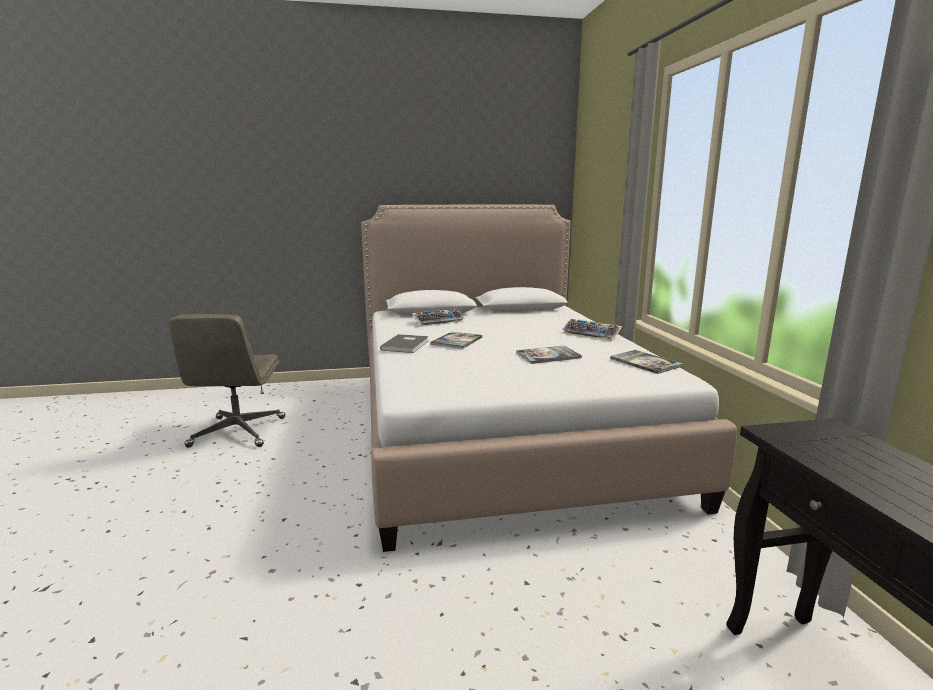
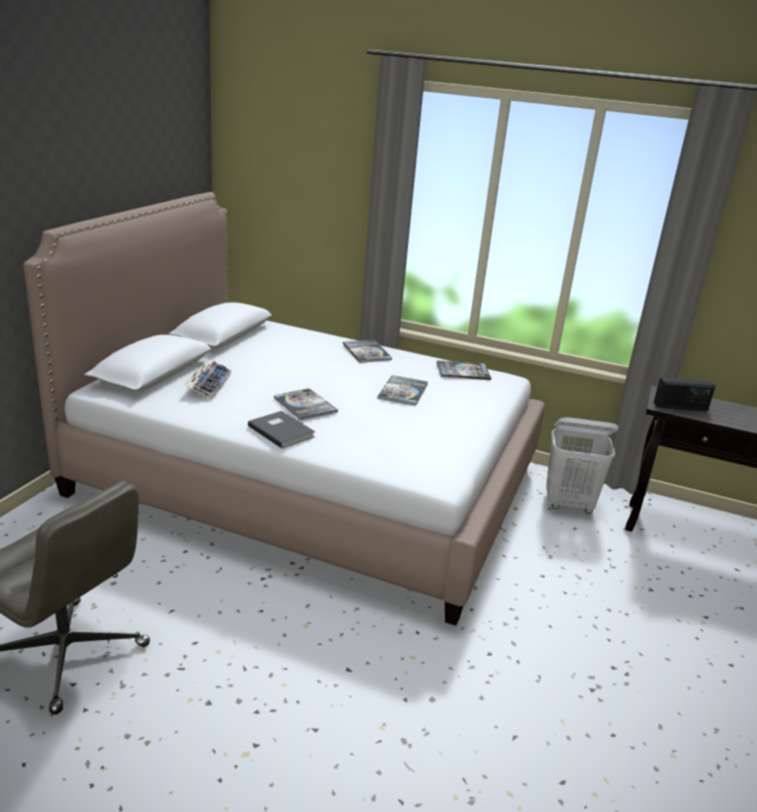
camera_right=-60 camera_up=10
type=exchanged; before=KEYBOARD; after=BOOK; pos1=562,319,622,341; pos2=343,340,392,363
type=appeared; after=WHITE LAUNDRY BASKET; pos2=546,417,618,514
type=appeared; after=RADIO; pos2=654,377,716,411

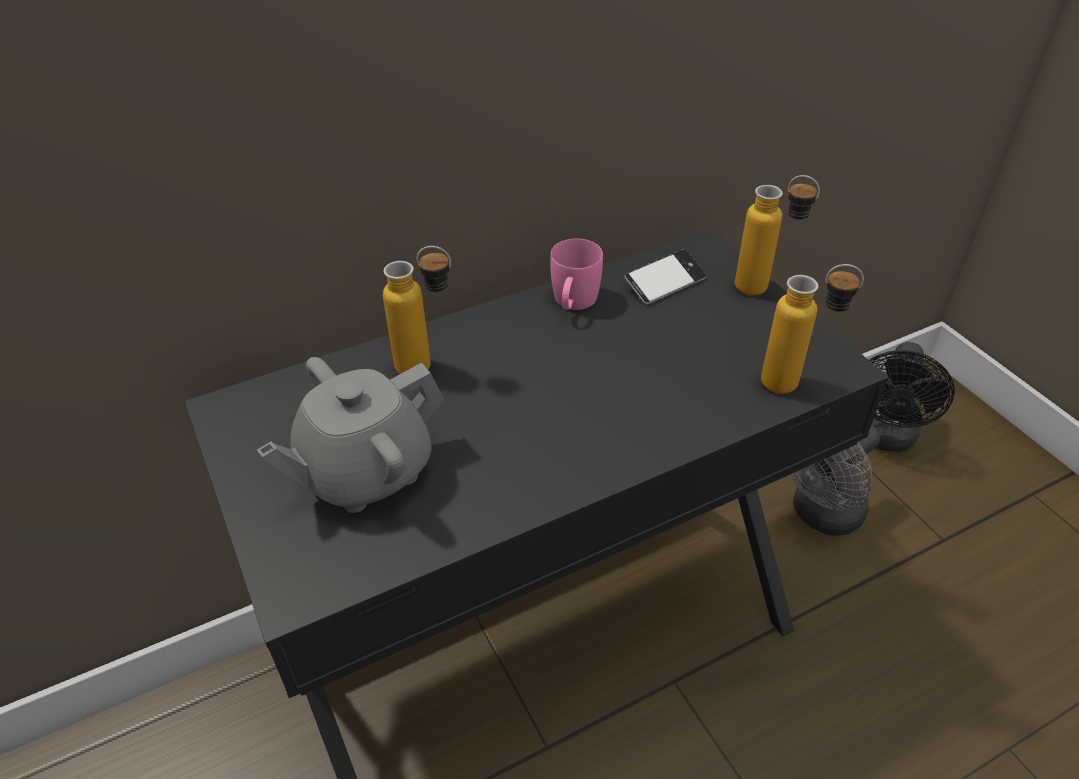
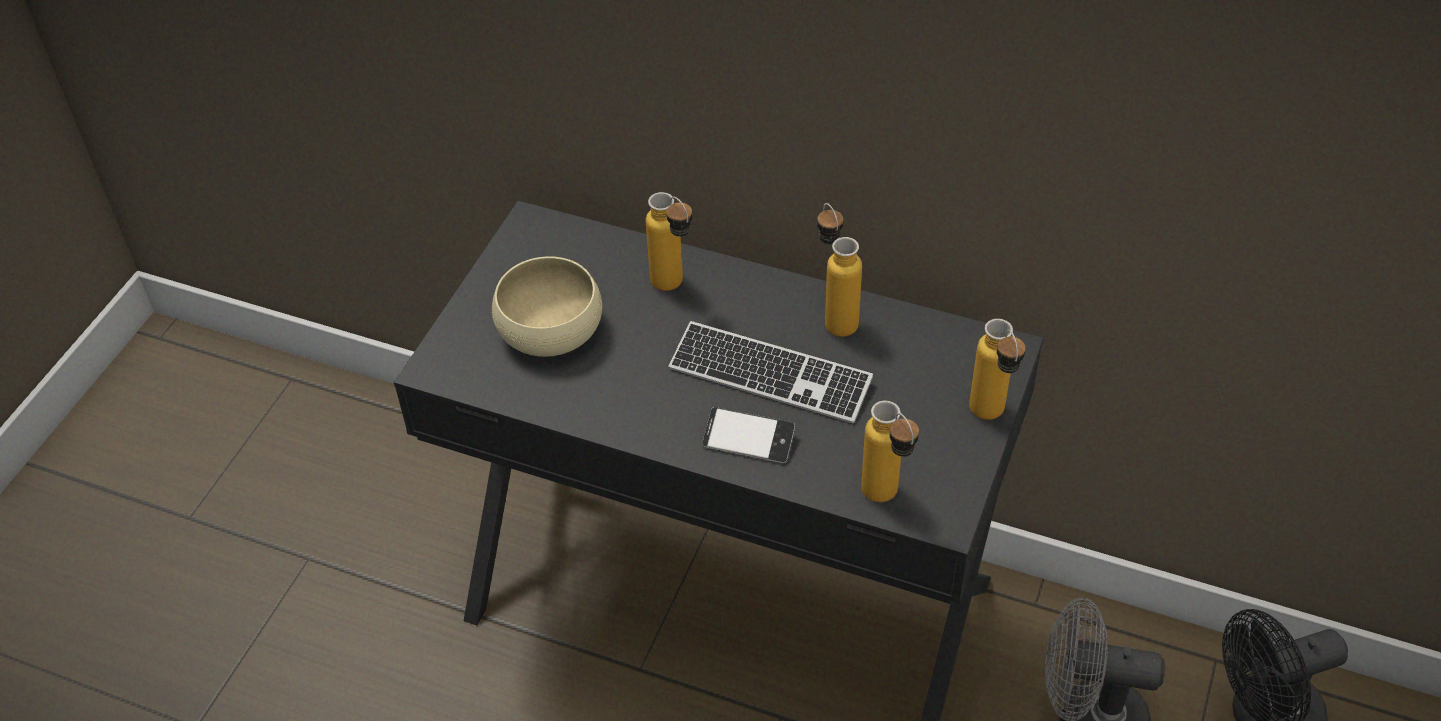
camera_right=50 camera_up=5
type=exchanged; before=GREY TEAPOT; after=BEIGE BOWL; pos1=257,357,444,513; pos2=492,256,602,357
type=exchanged; before=PINK MUG; after=BOTTLE; pos1=550,239,603,310; pos2=817,203,862,337
type=relocated; before=PHONE; pos1=624,249,706,305; pos2=702,407,795,464
type=appeared; after=KEYBOARD; pos2=669,321,873,423

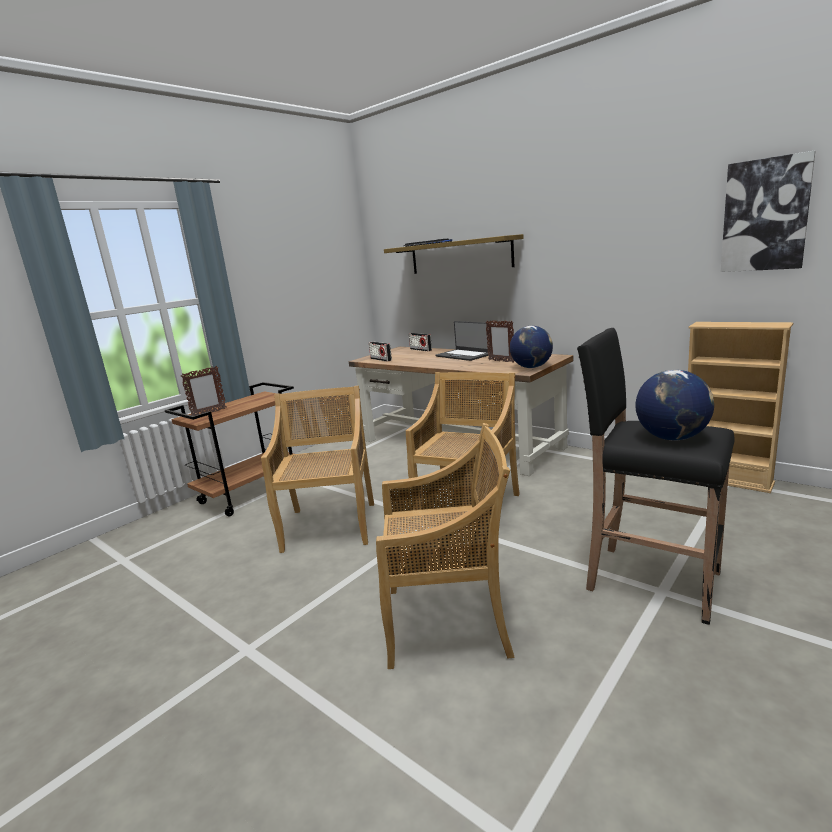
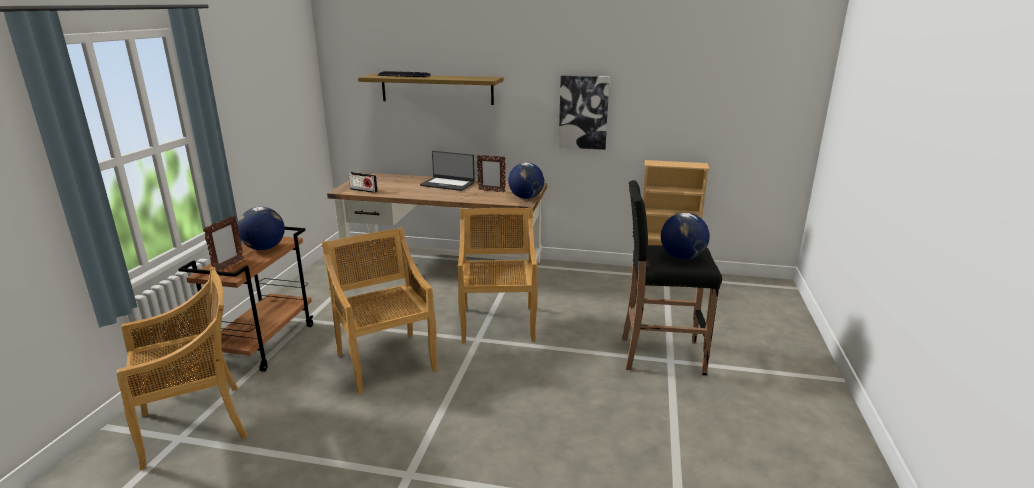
camera_right=-30 camera_up=5
type=relocated; before=BEIGE CHAIR; pos1=376,423,515,669; pos2=117,267,248,471
type=missing; before=RADIO; pos1=409,333,432,351
type=relocated; before=PICTURE; pos1=721,150,815,272; pos2=559,75,610,150
type=appeared; after=GLOBE; pos2=238,207,285,250

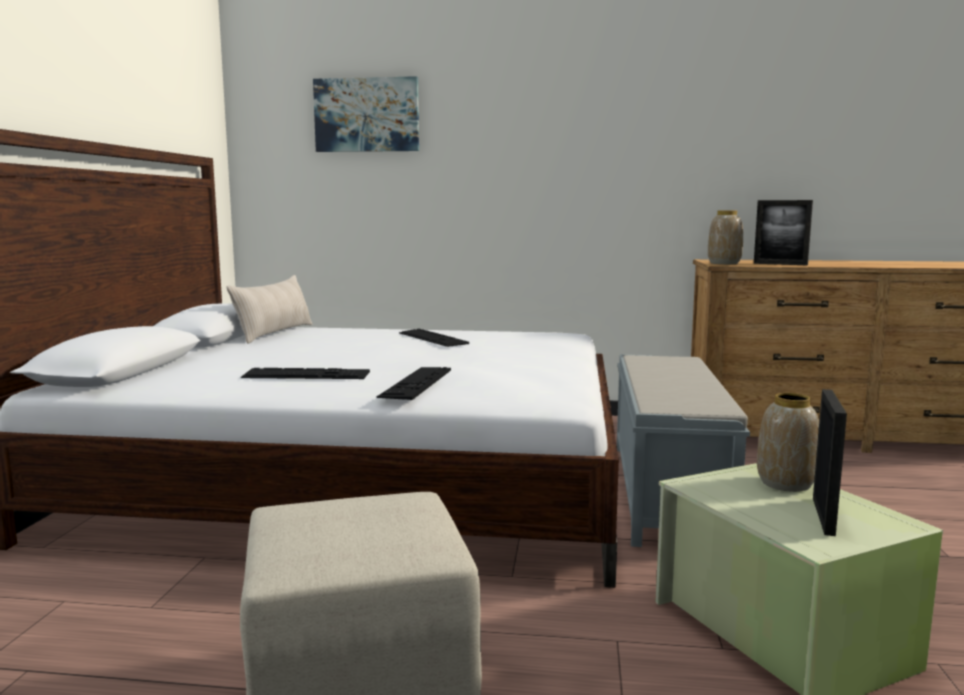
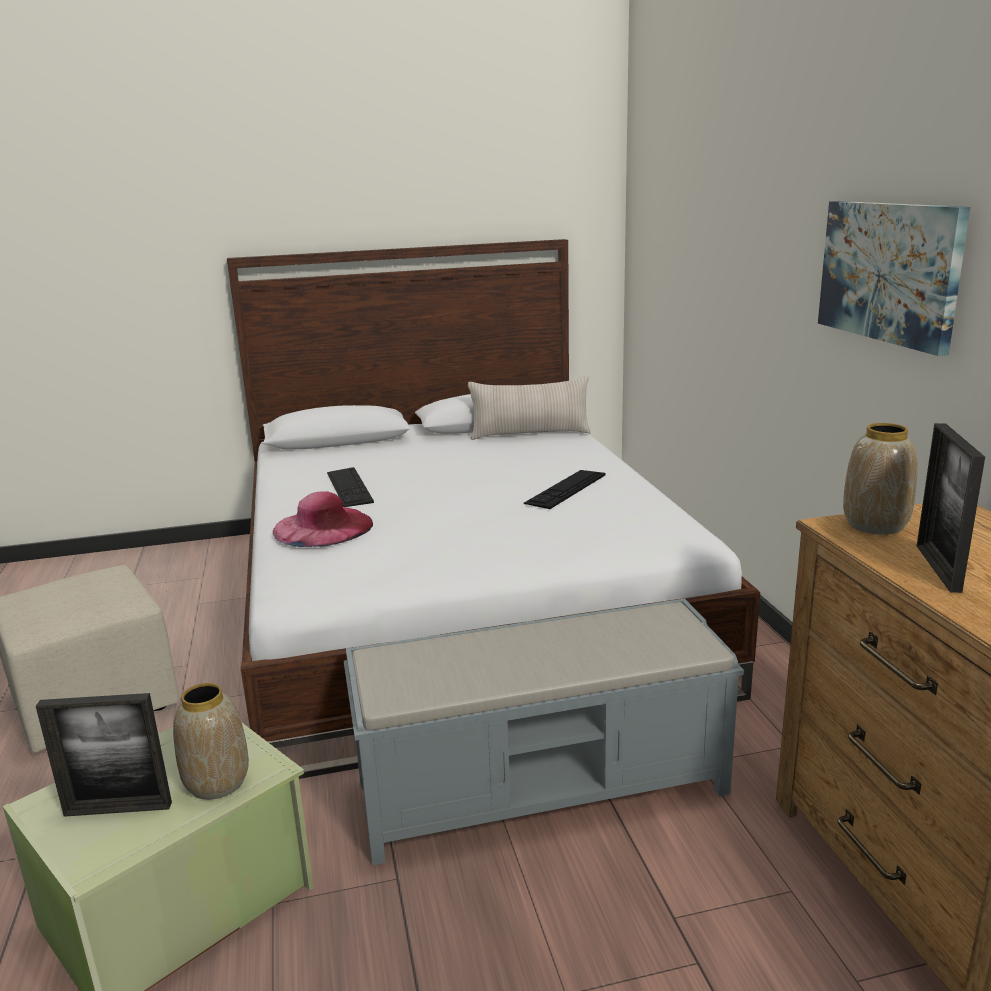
camera_right=70 camera_up=10
type=relocated; before=PICTURE; pos1=313,76,419,152; pos2=818,201,970,356
type=exchanged; before=KEYBOARD; after=PINK HAT; pos1=377,367,451,400; pos2=273,491,373,547

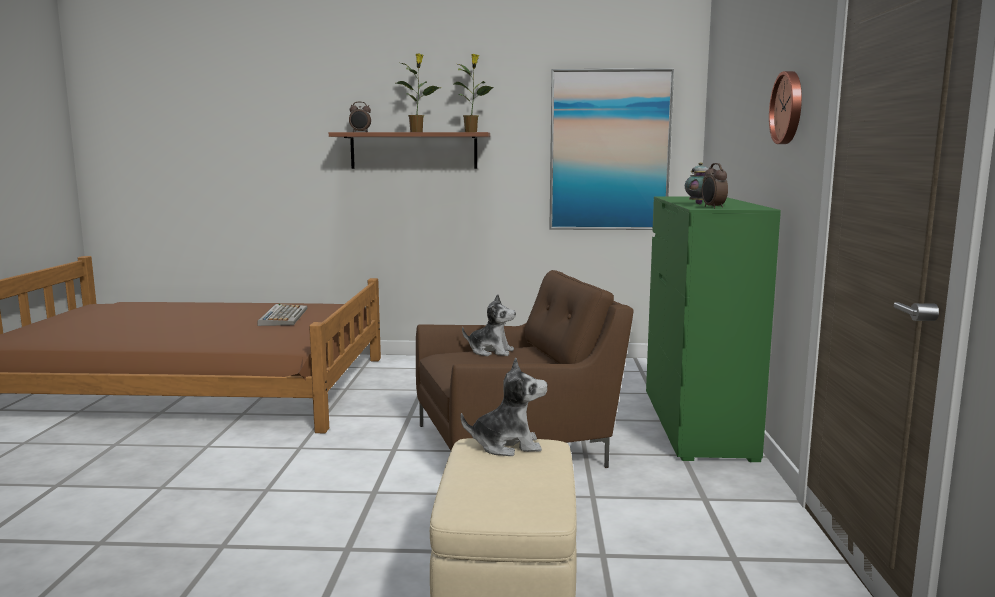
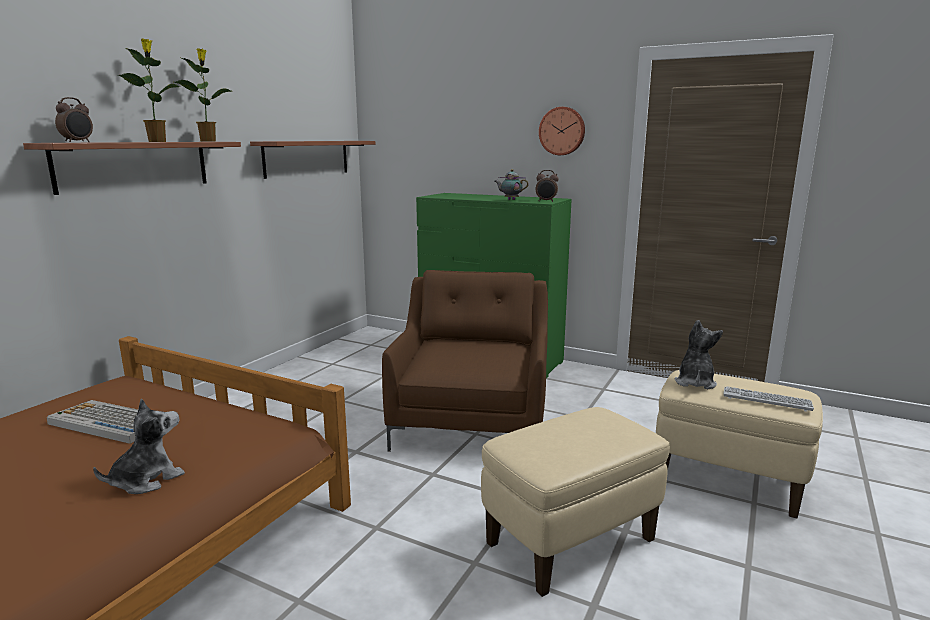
camera_right=-65 camera_up=5
type=relocated; before=PLUSH TOY; pos1=462,294,516,356; pos2=93,398,185,494
type=exchanged; before=PICTURE; after=SHELF; pos1=549,68,674,230; pos2=250,141,376,179
type=appeared; after=BEIGE OTTOMAN; pos2=481,407,670,597
type=appeared; after=KEYBOARD; pos2=723,386,814,412

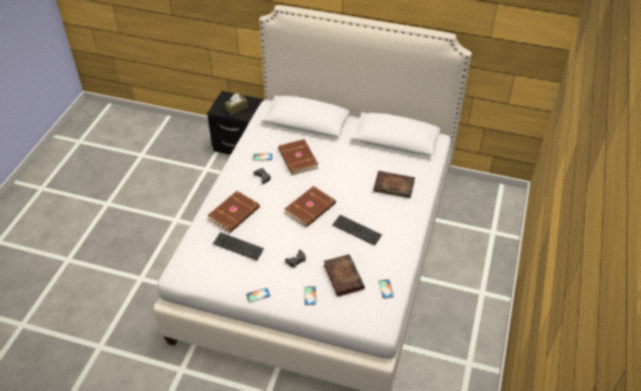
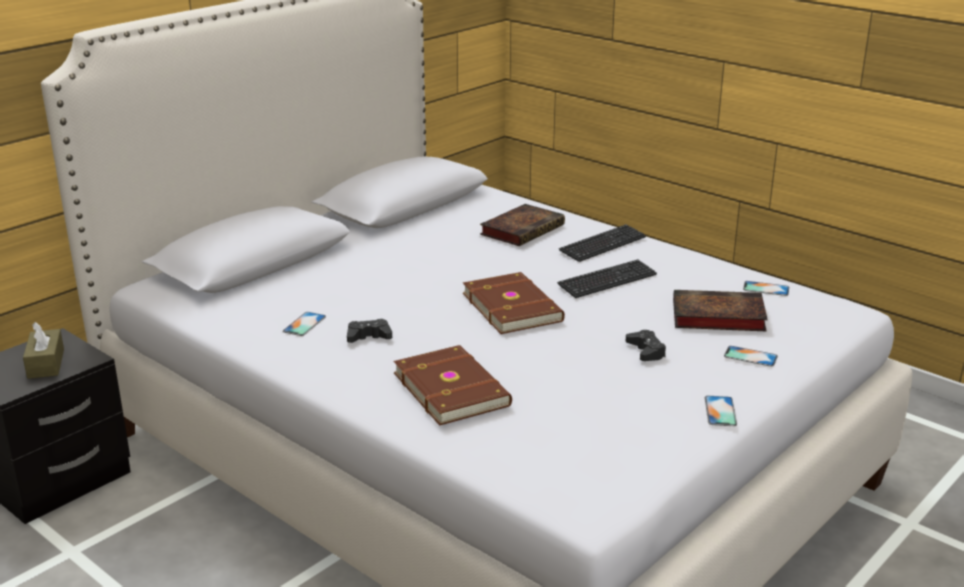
camera_right=-65 camera_up=-20
type=relocated; before=KEYBOARD; pos1=213,232,264,261; pos2=559,224,646,262
type=missing; before=BROWN BOOK; pos1=278,139,318,175

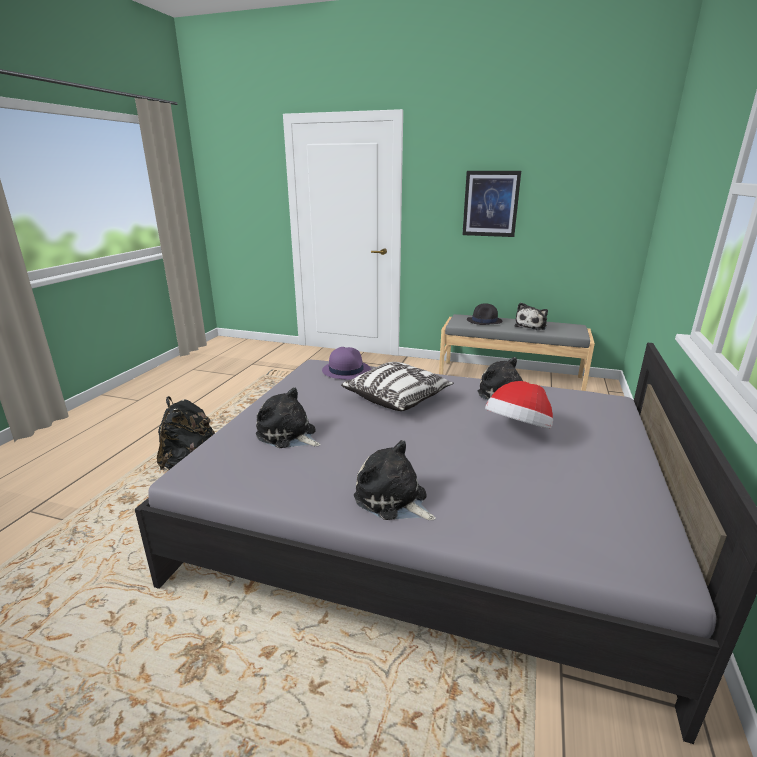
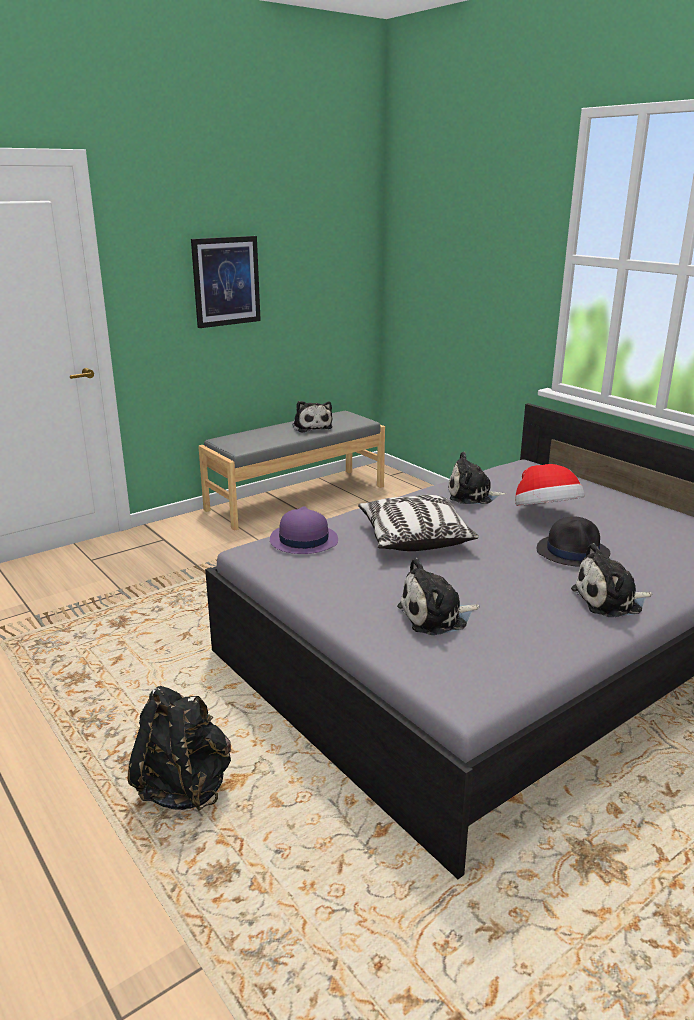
camera_right=-55 camera_up=0
type=relocated; before=BLACK HAT; pos1=467,304,502,325; pos2=537,516,610,567

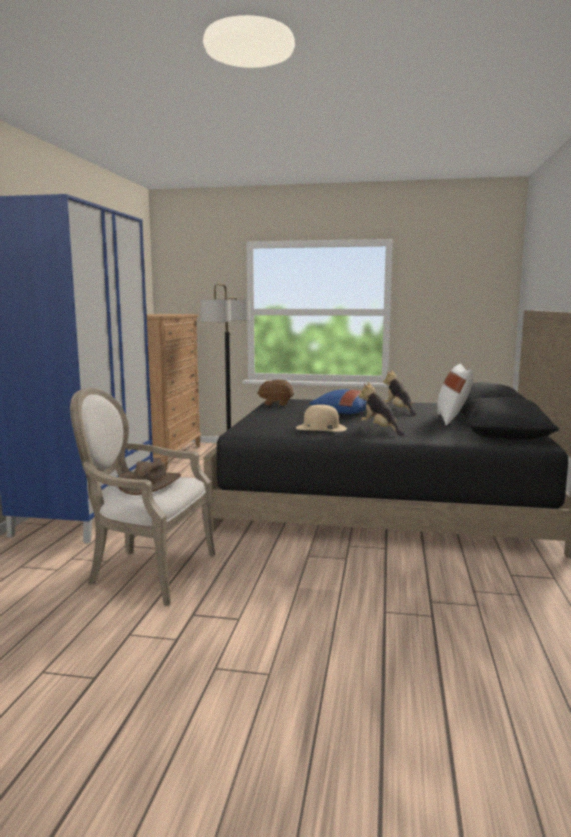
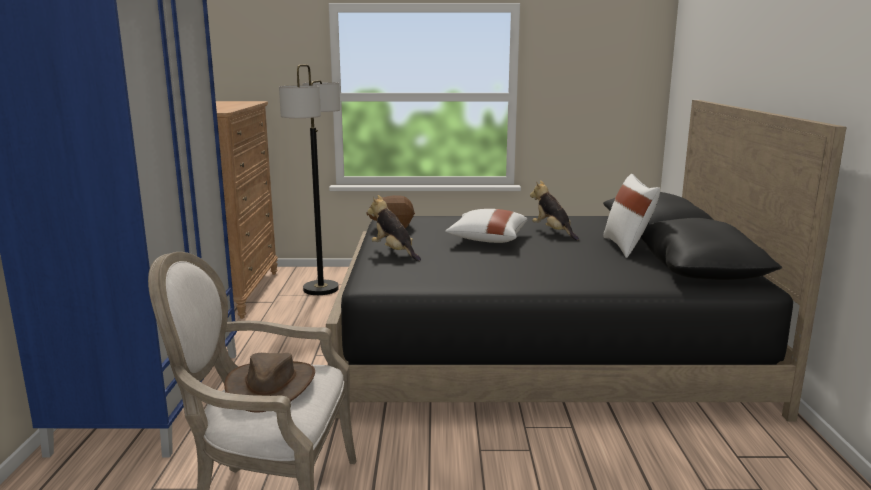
camera_right=-10 camera_up=5
type=missing; before=BEIGE HAT; pos1=296,405,347,432
type=colour; before=BLUE PILLOW; after=WHITE PILLOW; pos1=309,389,367,414; pos2=445,209,528,243
type=relocated; before=PLUSH TOY; pos1=358,382,404,436; pos2=367,195,421,261

